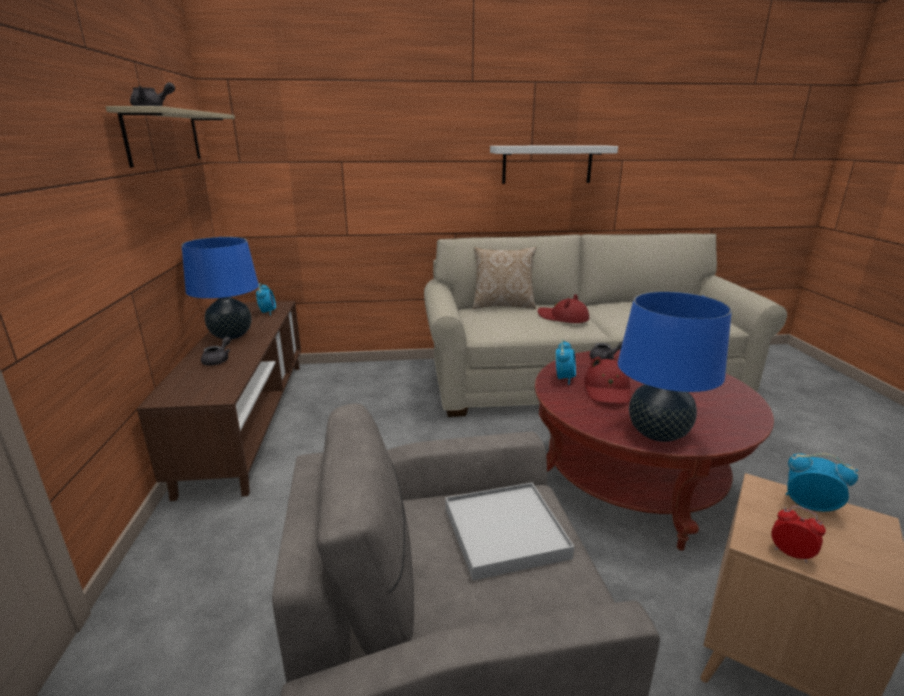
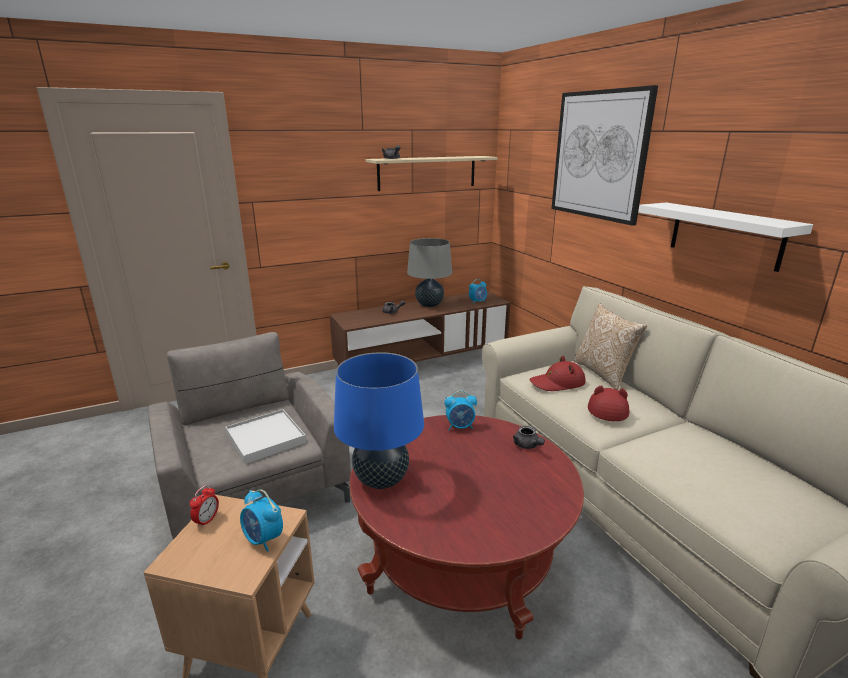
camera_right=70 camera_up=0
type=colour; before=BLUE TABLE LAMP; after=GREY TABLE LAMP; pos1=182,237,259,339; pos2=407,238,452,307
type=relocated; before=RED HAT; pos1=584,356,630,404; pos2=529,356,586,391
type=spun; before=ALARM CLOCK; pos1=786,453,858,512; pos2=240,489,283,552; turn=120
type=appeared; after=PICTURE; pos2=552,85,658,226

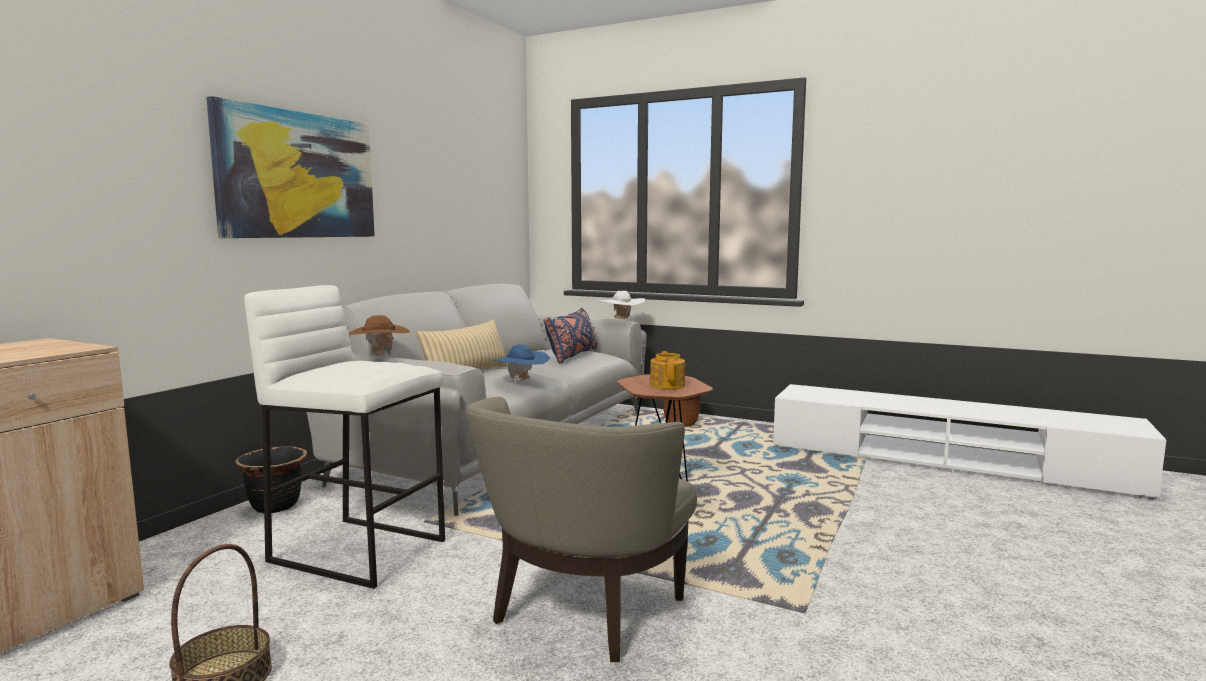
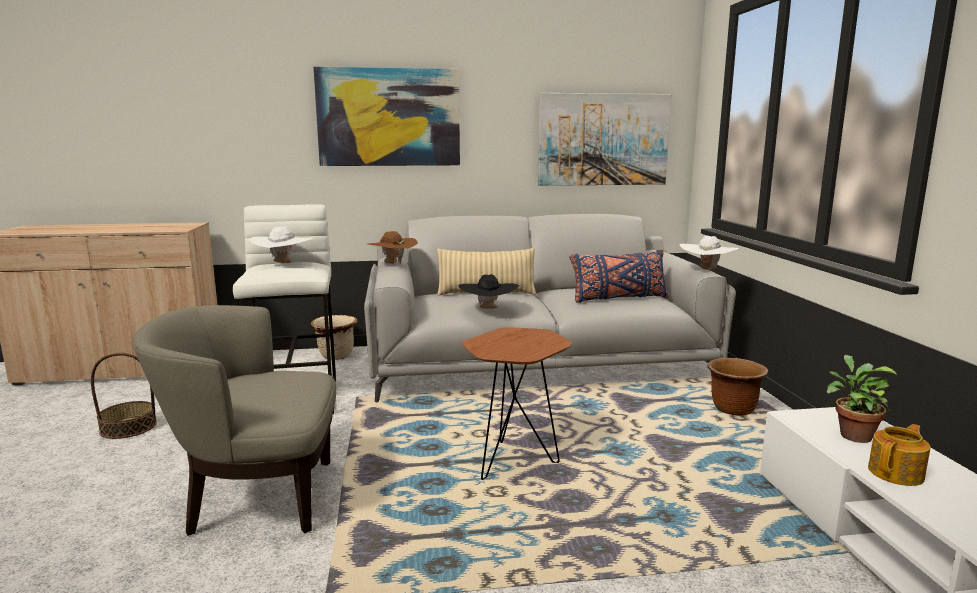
camera_right=55 camera_up=5
type=colour; before=BLACK PLANTER; after=BEIGE PLANTER; pos1=235,446,307,513; pos2=311,315,357,360
type=colour; before=BLUE HAT; after=BLACK HAT; pos1=493,344,550,382; pos2=458,274,519,309
type=relocated; before=TEAPOT; pos1=650,351,685,390; pos2=868,424,930,486
type=appeared; after=WHITE HAT; pos2=250,227,313,263
type=appeared; after=PICTURE; pos2=538,93,671,186
type=appeared; after=POTTED PLANT; pos2=827,355,897,443

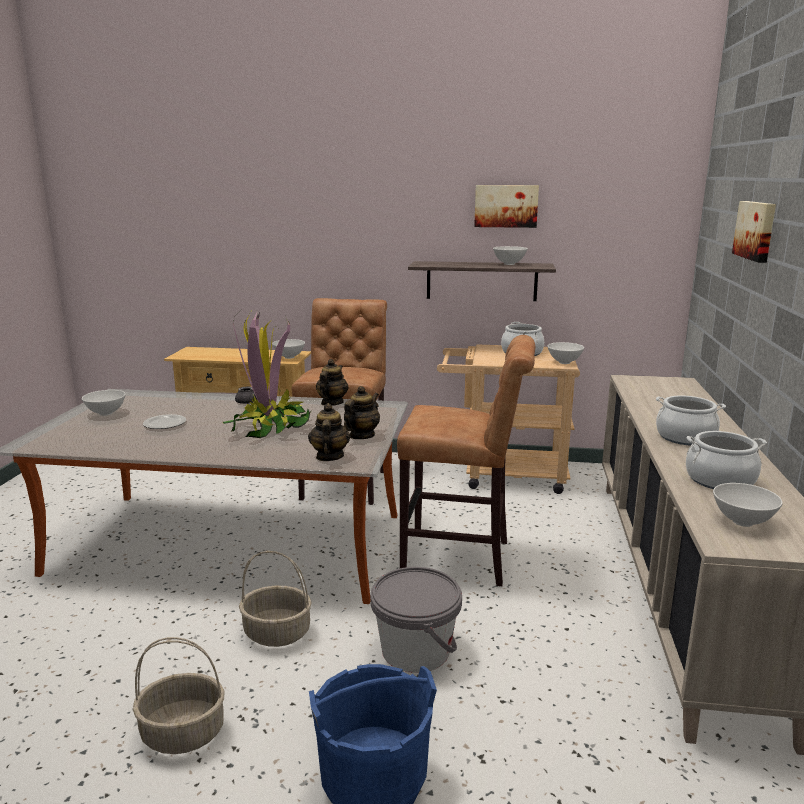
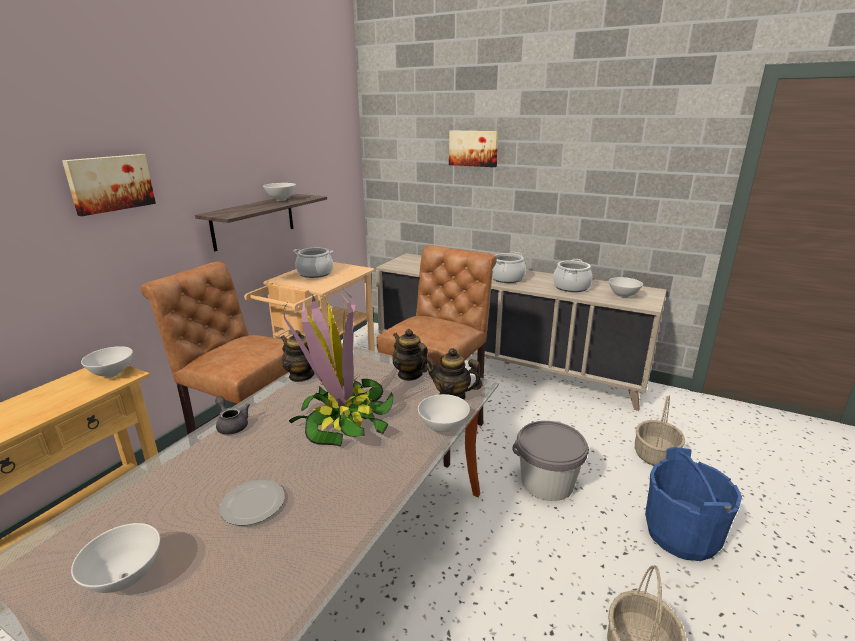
camera_right=-70 camera_up=5
type=relocated; before=BASKET; pos1=239,551,312,647; pos2=635,395,685,466
type=relocated; before=PICTURE; pos1=474,185,539,228; pos2=62,154,156,216
type=relocated; before=WHITE BOWL; pos1=547,342,584,364; pos2=418,394,470,433

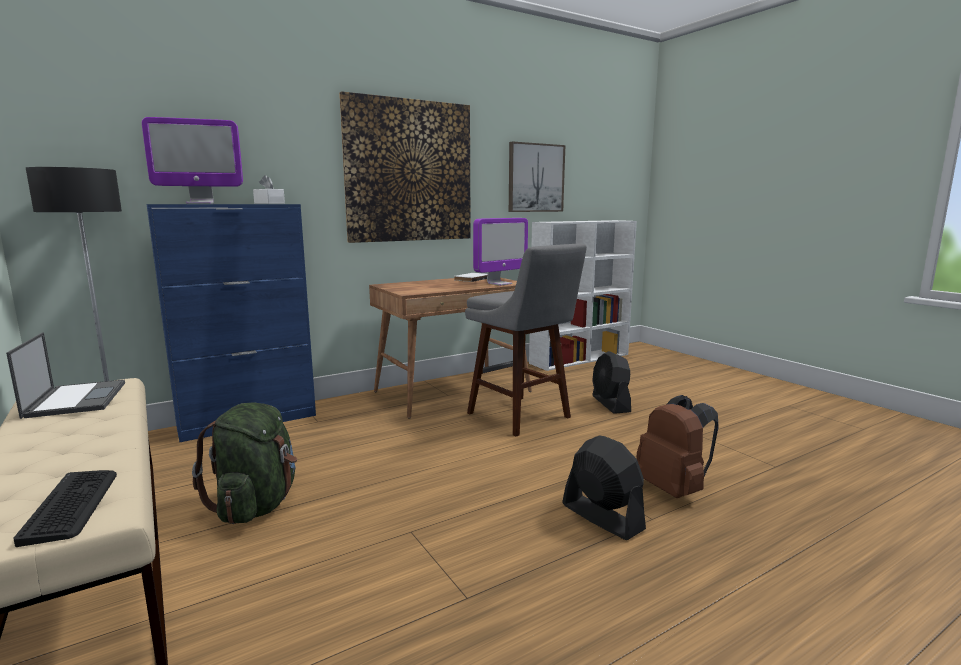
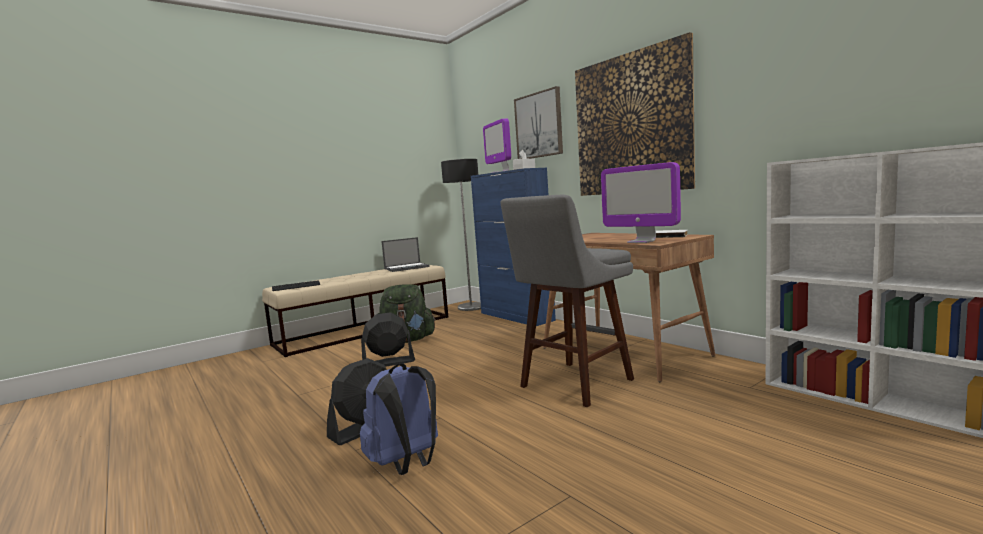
camera_right=85 camera_up=-5
type=relocated; before=PICTURE; pos1=509,141,565,212; pos2=514,86,563,159
type=relocated; before=BLACK FAN; pos1=592,351,631,414; pos2=361,312,415,367
type=colour; before=BROWN BACKPACK; after=BLUE BACKPACK; pos1=636,395,719,498; pos2=360,363,438,475

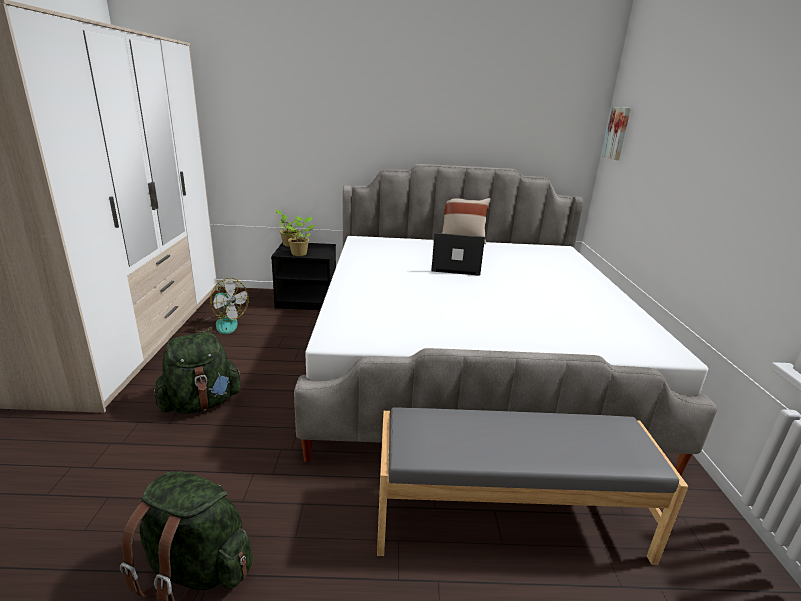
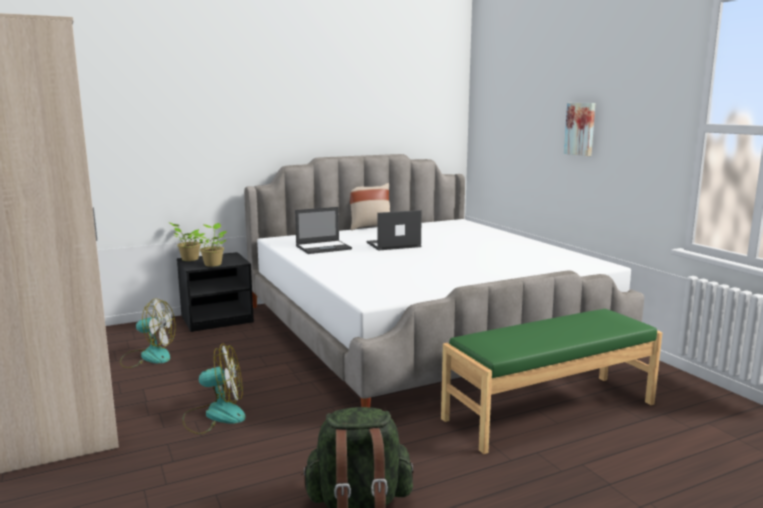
camera_right=-25 camera_up=-10
type=exchanged; before=GREEN BACKPACK; after=FAN; pos1=154,332,242,414; pos2=182,343,246,434
type=colour; before=GREY BENCH; after=GREEN BENCH; pos1=377,407,688,565; pos2=441,309,662,454
type=relocated; before=PICTURE; pos1=602,107,631,160; pos2=564,103,595,156
type=appeared; after=LAPTOP; pos2=295,207,352,254

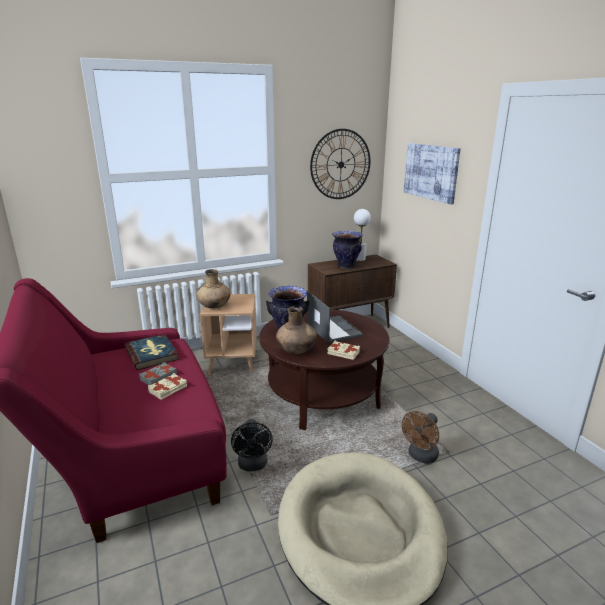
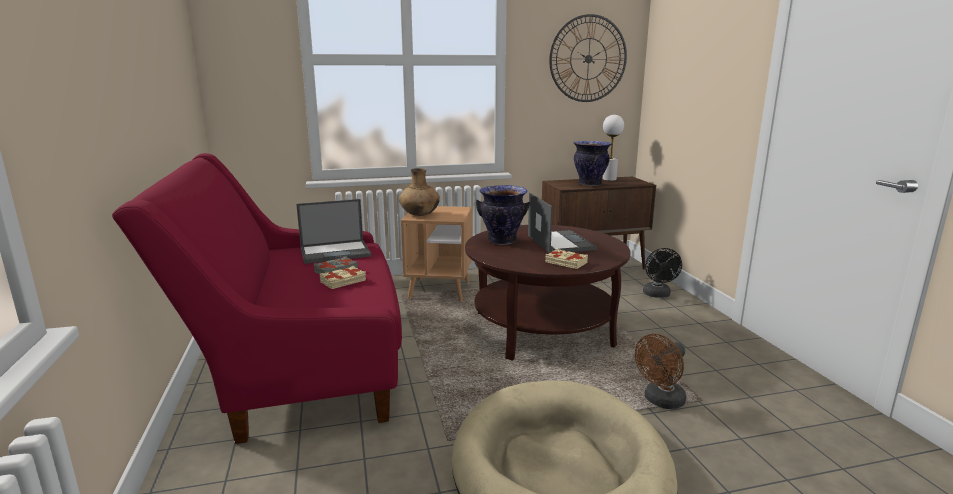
camera_right=10 camera_up=-5
type=exchanged; before=BOOK; after=LAPTOP; pos1=125,334,179,370; pos2=296,199,371,264
type=relocated; before=BLACK FAN; pos1=231,419,273,471; pos2=643,248,682,298
type=missing; before=BROWN VASE; pos1=276,306,317,354
type=missing; before=PICTURE; pos1=404,143,461,204

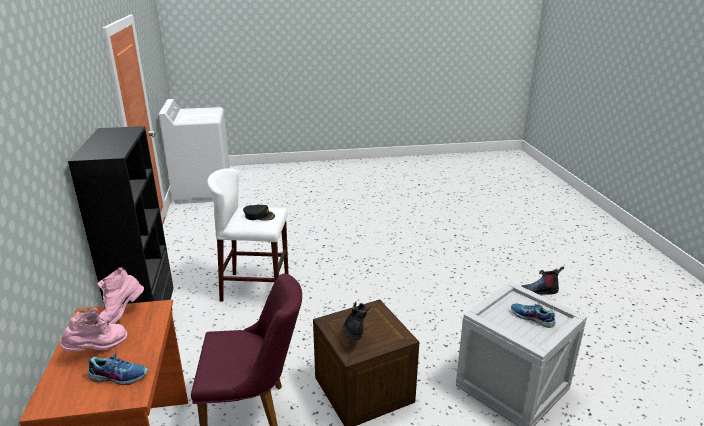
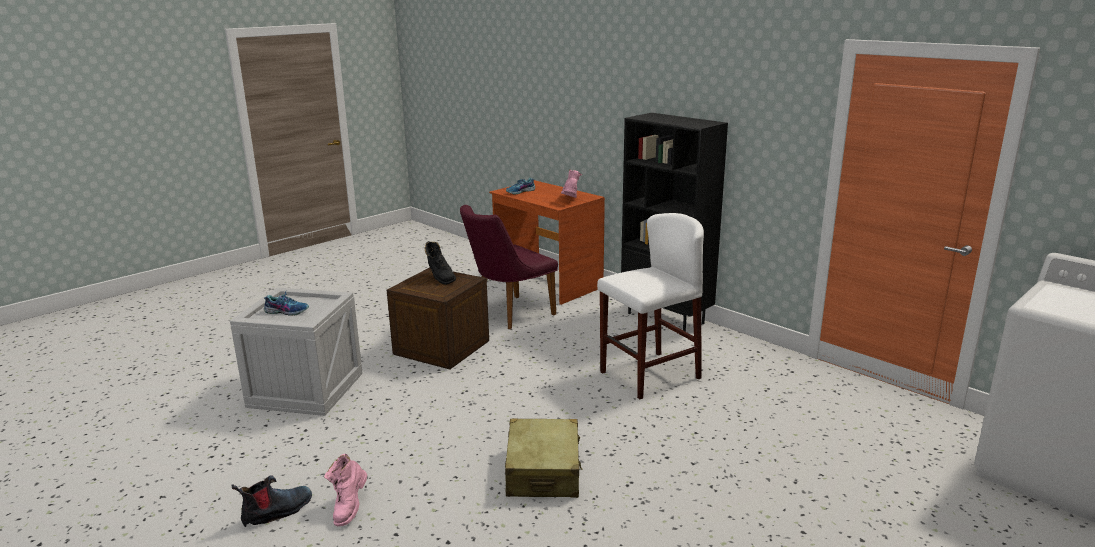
camera_right=145 camera_up=-5
type=relocated; before=PINK BOOT; pos1=60,307,127,352; pos2=324,454,367,526
type=missing; before=BLACK CAP; pos1=243,205,275,221
type=appeared; after=BEIGE SUITCASE; pos2=505,418,582,498

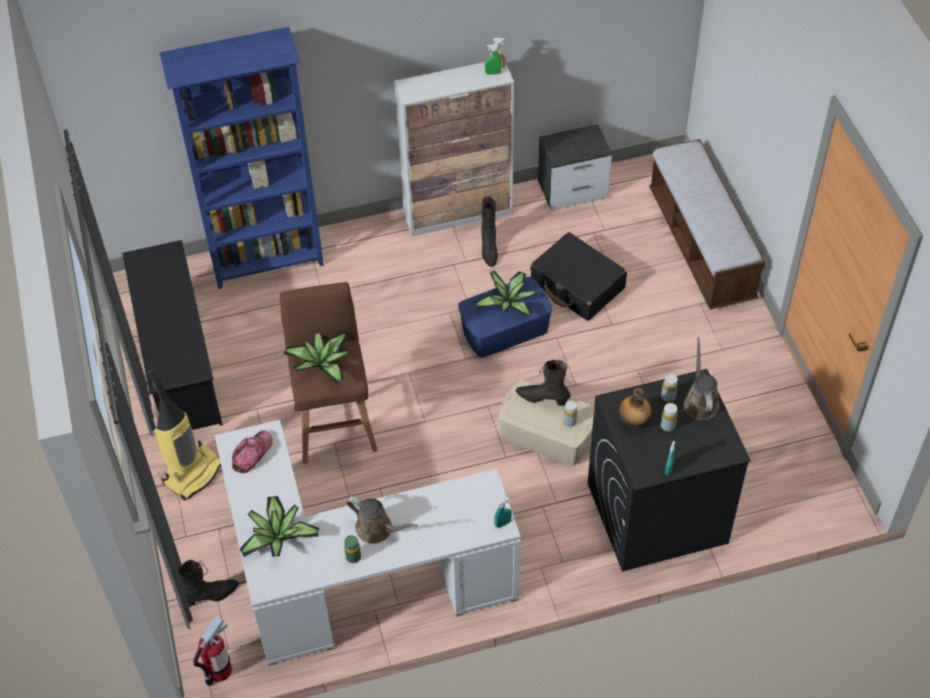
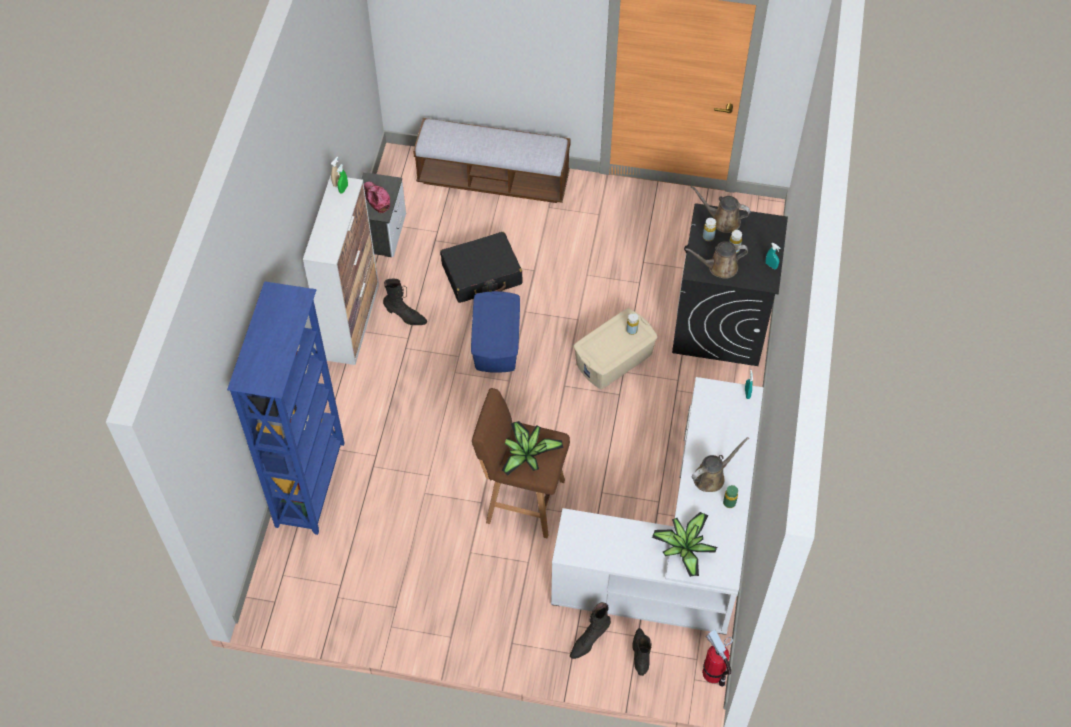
camera_right=-65 camera_up=5
type=missing; before=BLACK SHOE RACK; pos1=122,240,223,430
type=missing; before=VACUUM CLEANER; pos1=147,369,221,501
type=relocated; before=CAP; pos1=232,430,273,473; pos2=364,181,390,213
type=missing; before=POTTED PLANT; pos1=474,270,536,317
type=relocated; before=BLACK BOOT; pos1=516,360,570,406; pos2=570,602,611,659
type=exchanged; before=BOTTLE; after=BROWN WATERING CAN; pos1=619,388,652,428; pos2=685,241,748,279

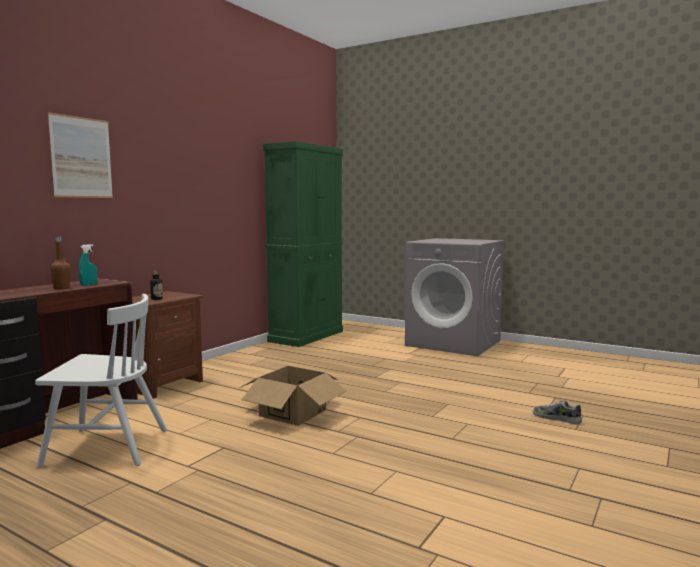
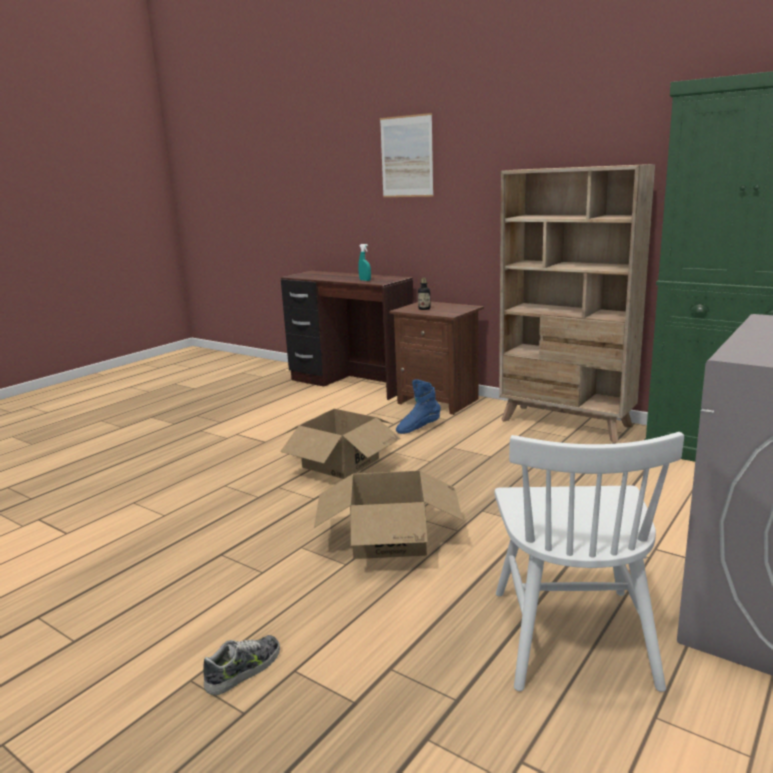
camera_right=95 camera_up=10
type=relocated; before=WHITE CHAIR; pos1=35,294,167,468; pos2=494,432,684,692
type=missing; before=BROWN BOTTLE; pos1=50,237,70,289
type=appeared; after=CARDBOARD BOX; pos2=314,470,463,559
type=appeared; after=BLUE BOOT; pos2=396,379,441,434
type=appeared; after=BEIGE BOOKCASE; pos2=499,164,655,443

